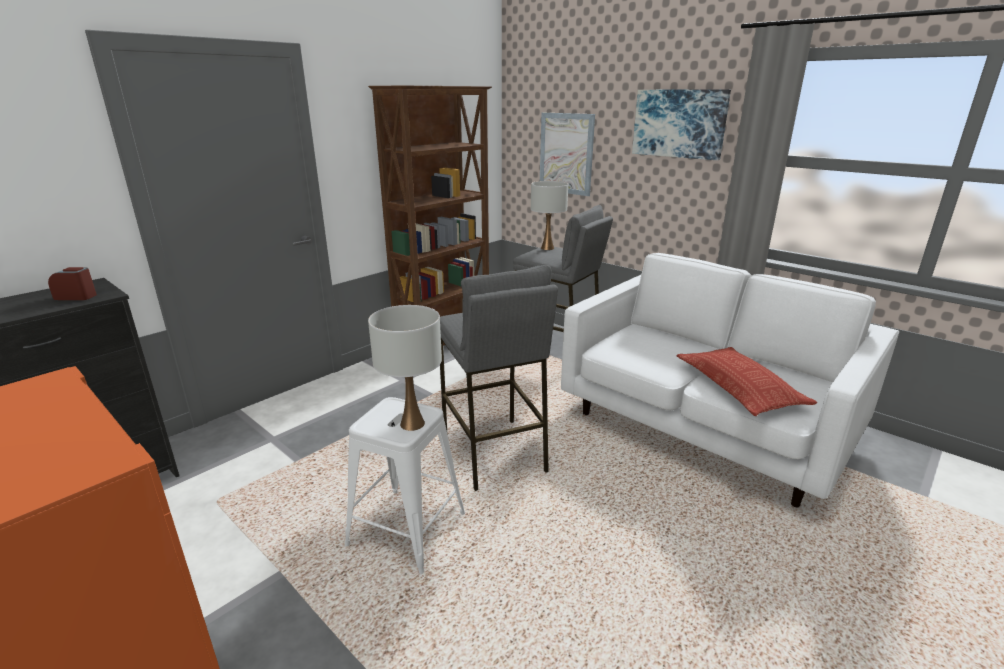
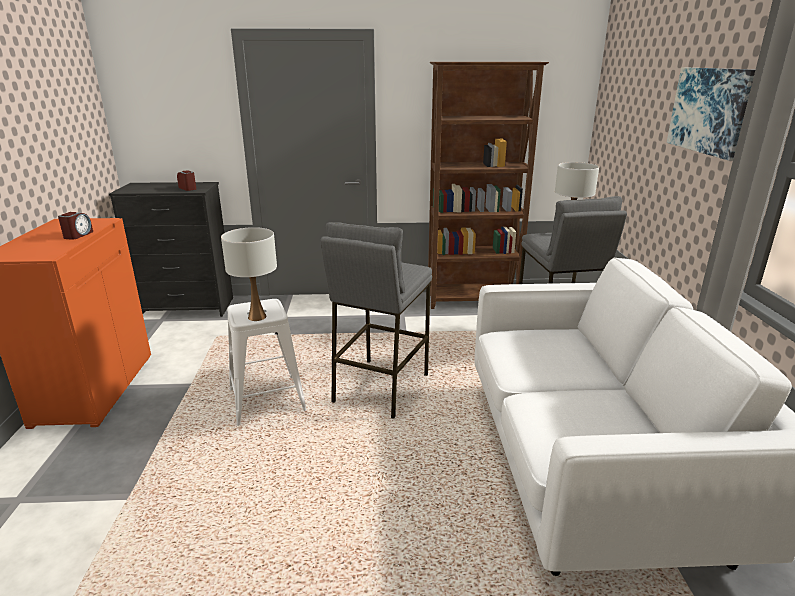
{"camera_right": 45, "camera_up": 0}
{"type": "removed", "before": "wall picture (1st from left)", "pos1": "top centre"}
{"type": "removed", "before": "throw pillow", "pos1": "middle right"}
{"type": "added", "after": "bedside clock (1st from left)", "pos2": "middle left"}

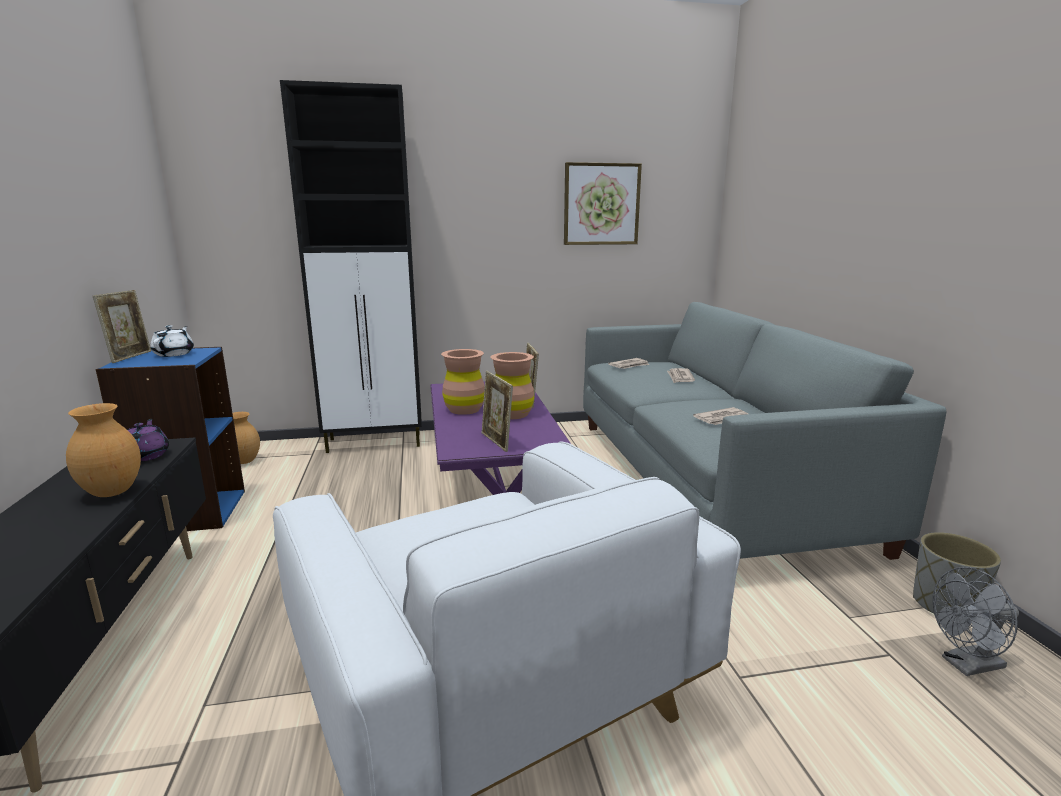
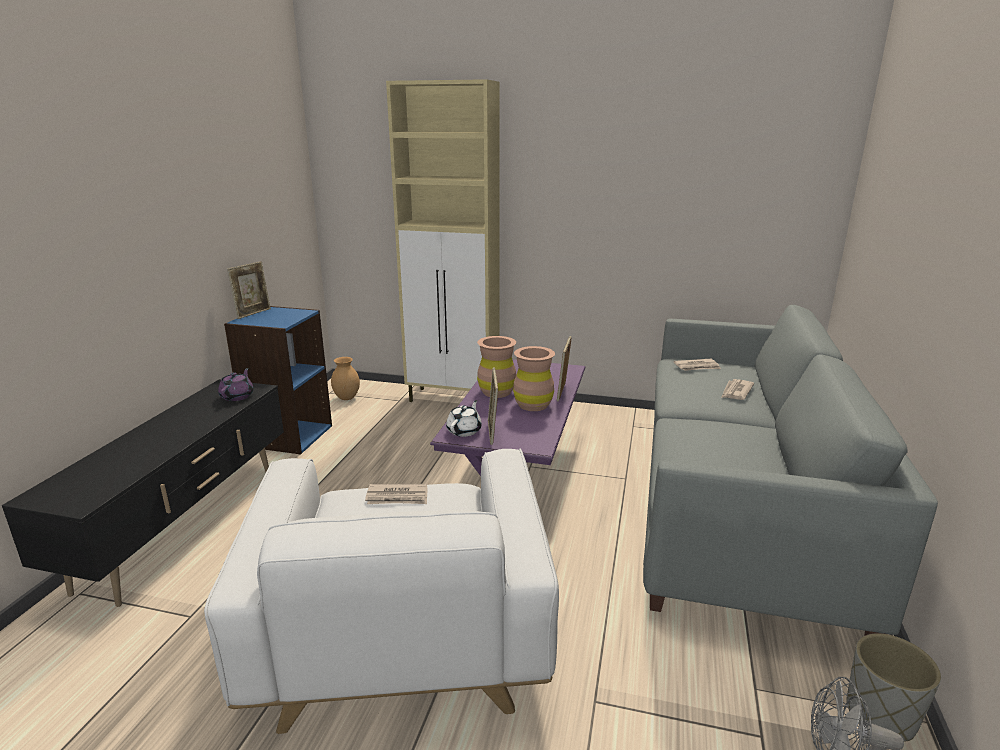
{"camera_right": 25, "camera_up": 5}
{"type": "recoloured", "before": "blackish storage cabinet", "after": "beige-coloured storage cabinet", "pos1": "middle left", "pos2": "top centre"}
{"type": "removed", "before": "wall picture", "pos1": "top centre"}
{"type": "moved", "before": "white-coloured tea pot", "pos1": "middle left", "pos2": "centre"}
{"type": "removed", "before": "brownish vase (1st from left)", "pos1": "middle left"}
{"type": "moved", "before": "printed paper (3rd from left in the first image)", "after": "printed paper (1st from left)", "pos1": "middle right", "pos2": "centre"}

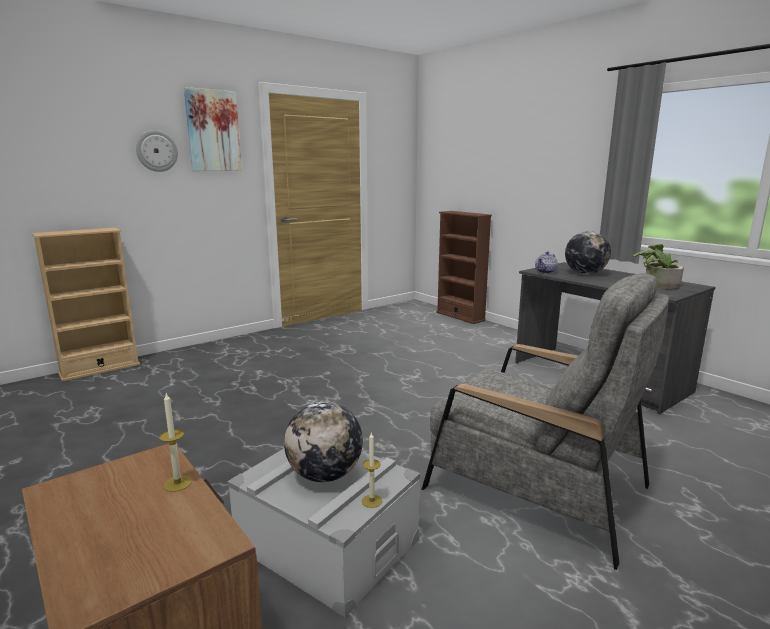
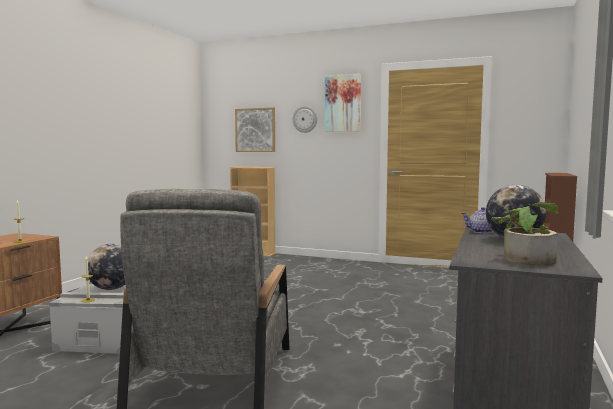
{"camera_right": 60, "camera_up": -10}
{"type": "added", "after": "wall picture (1st from left)", "pos2": "top centre"}

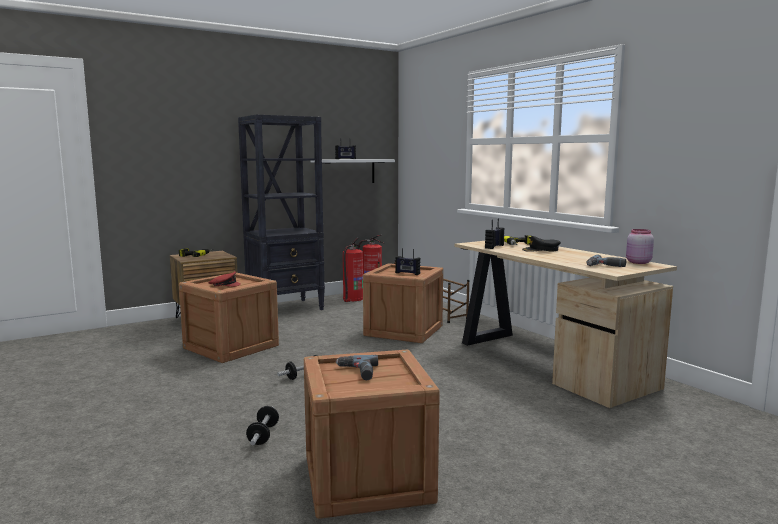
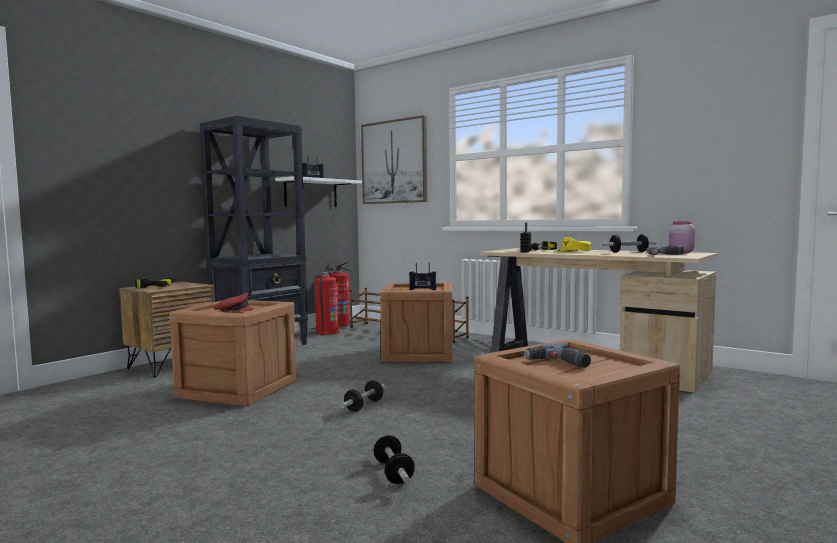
{"camera_right": -20, "camera_up": -5}
{"type": "recoloured", "before": "blackish cap", "after": "yellow cap", "pos1": "middle right", "pos2": "middle right"}
{"type": "added", "after": "wall picture", "pos2": "top centre"}
{"type": "added", "after": "hand weight (3rd from left)", "pos2": "middle right"}

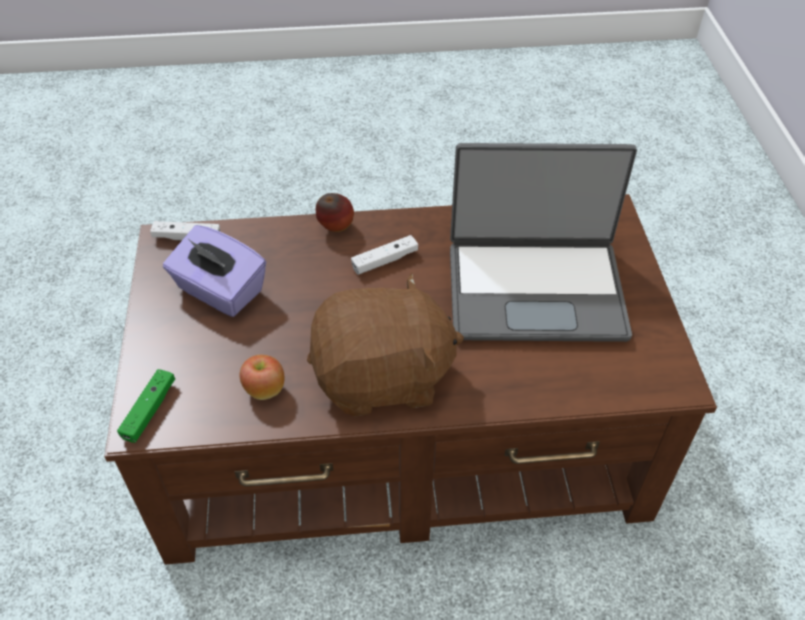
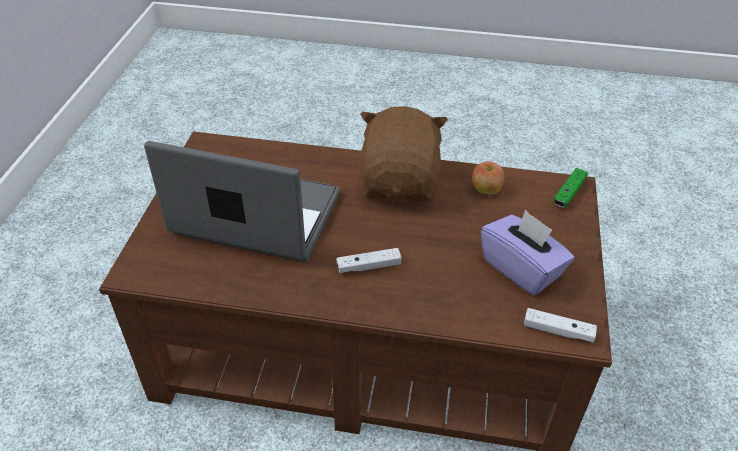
{"camera_right": -165, "camera_up": -5}
{"type": "removed", "before": "apple (2nd from left)", "pos1": "centre"}
{"type": "turned", "before": "brownish plush toy", "pos1": "centre", "pos2": "centre", "turn": 90}

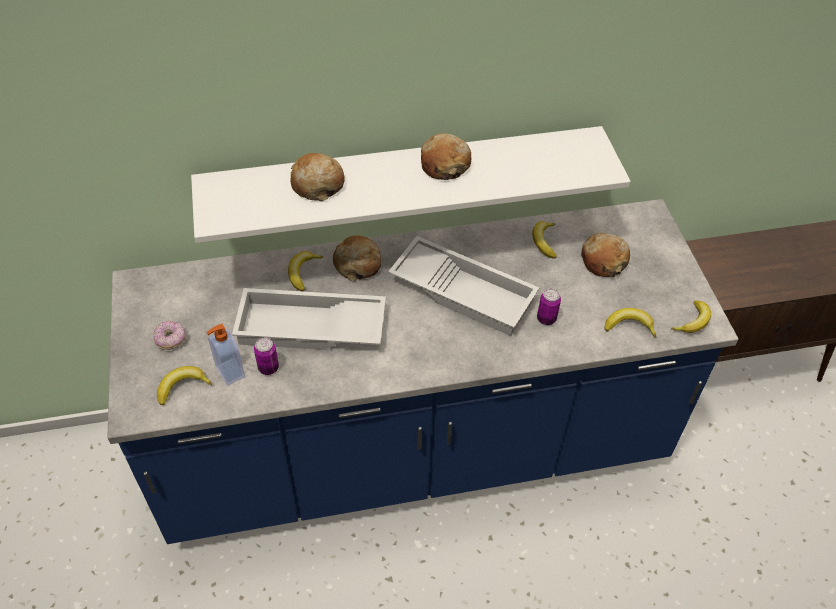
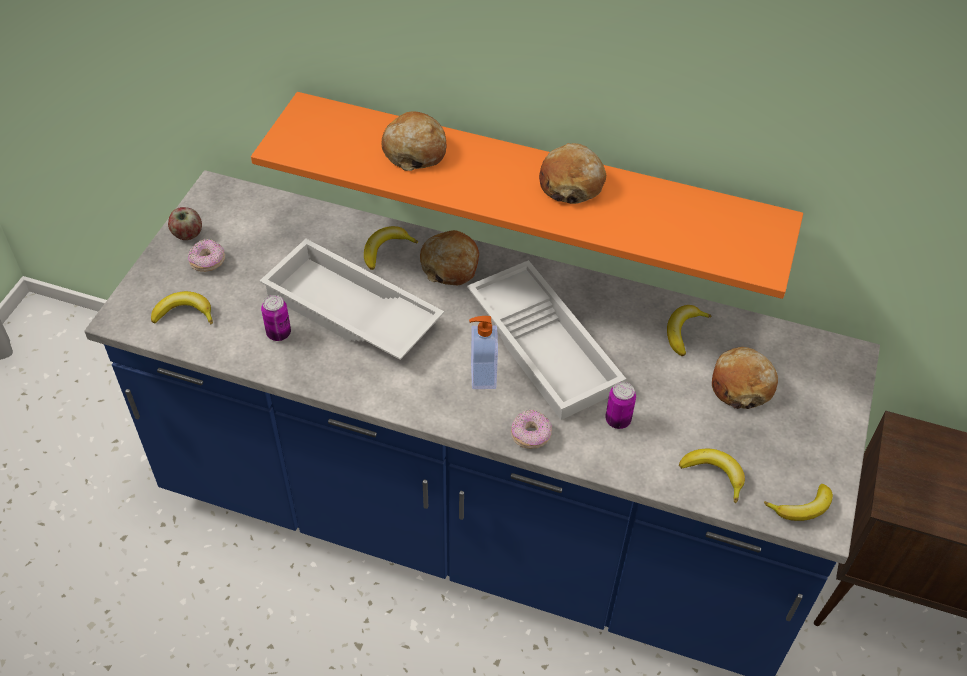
{"camera_right": 30, "camera_up": 0}
{"type": "recoloured", "before": "white-coloured wall shelf", "after": "orange wall shelf", "pos1": "top centre", "pos2": "top centre"}
{"type": "moved", "before": "soap bottle", "pos1": "middle left", "pos2": "centre"}
{"type": "added", "after": "apple", "pos2": "top left"}
{"type": "added", "after": "ring doughnut (2nd from left)", "pos2": "centre"}

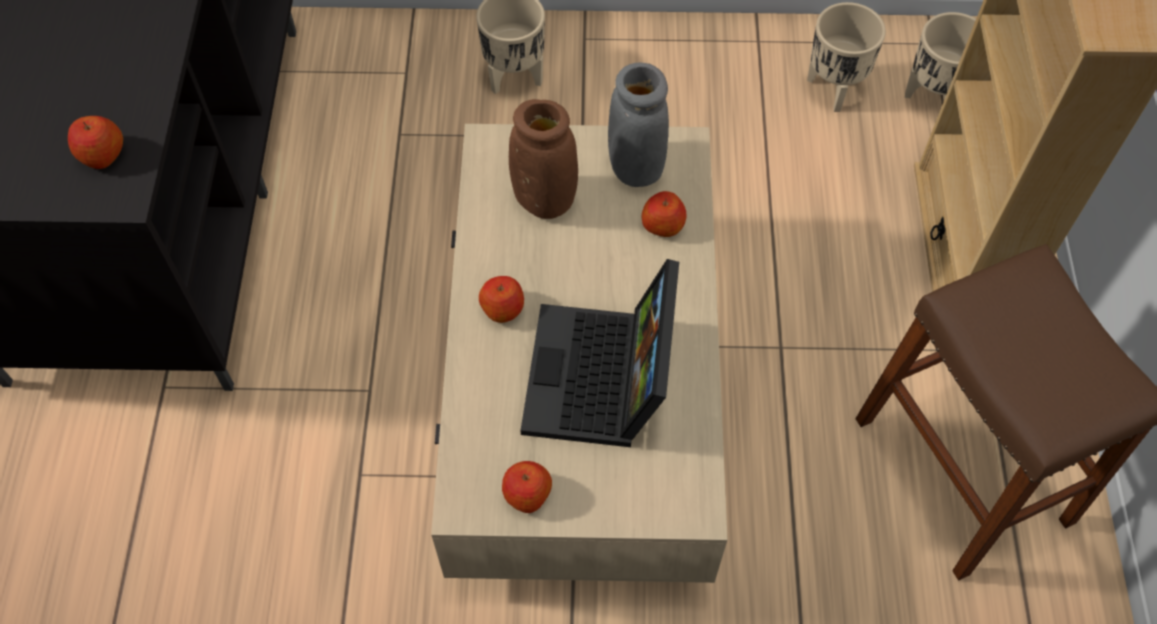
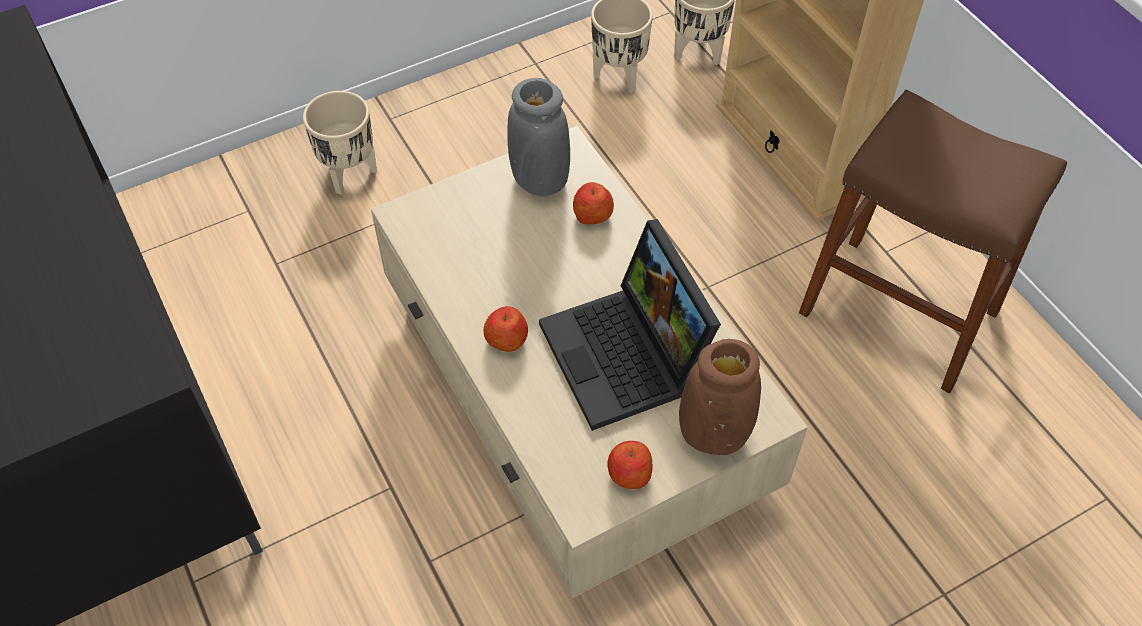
{"camera_right": -30, "camera_up": -5}
{"type": "moved", "before": "brownish vase", "pos1": "top centre", "pos2": "centre"}
{"type": "removed", "before": "apple (1st from left)", "pos1": "top left"}

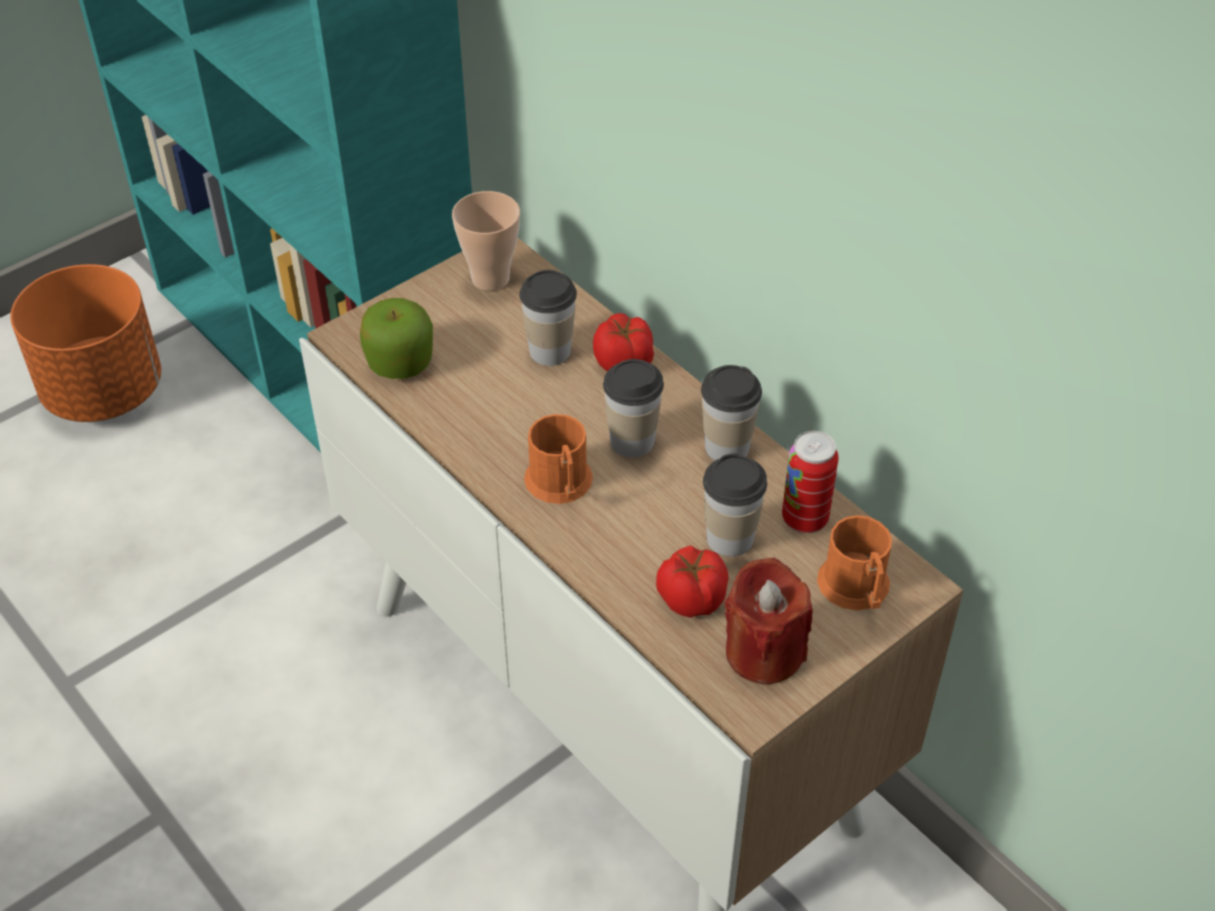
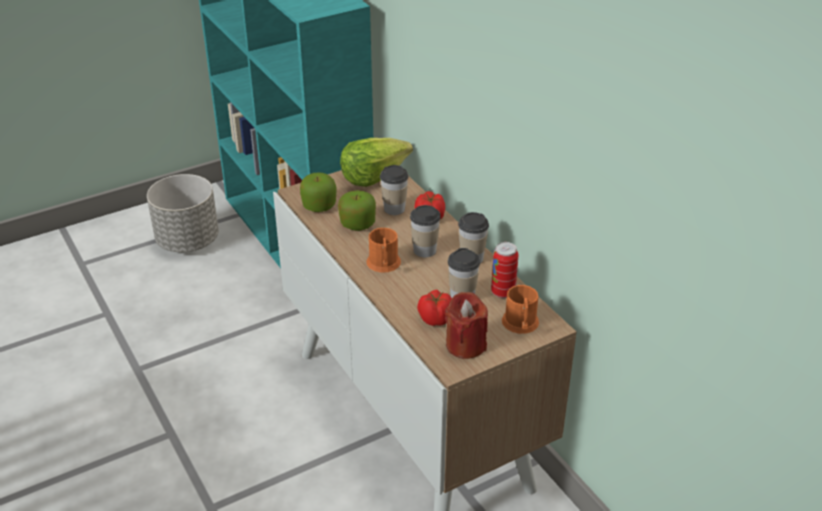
{"camera_right": 10, "camera_up": -10}
{"type": "replaced", "before": "drinking cup (1st from left)", "after": "head of lettuce", "pos1": "top centre", "pos2": "top centre"}
{"type": "recoloured", "before": "orange planter", "after": "grey planter", "pos1": "middle left", "pos2": "middle left"}
{"type": "added", "after": "apple (2nd from left)", "pos2": "centre"}

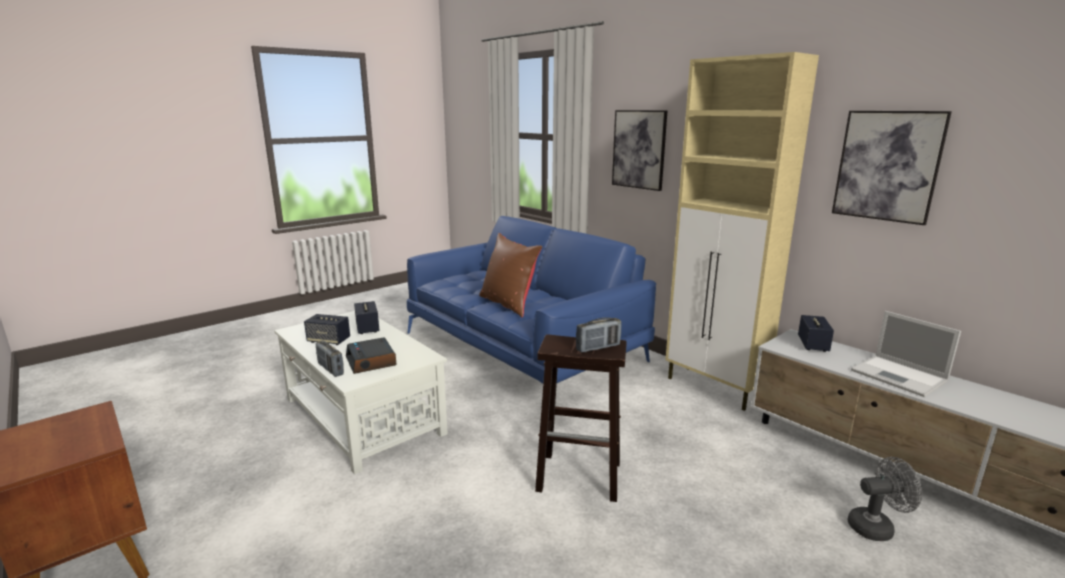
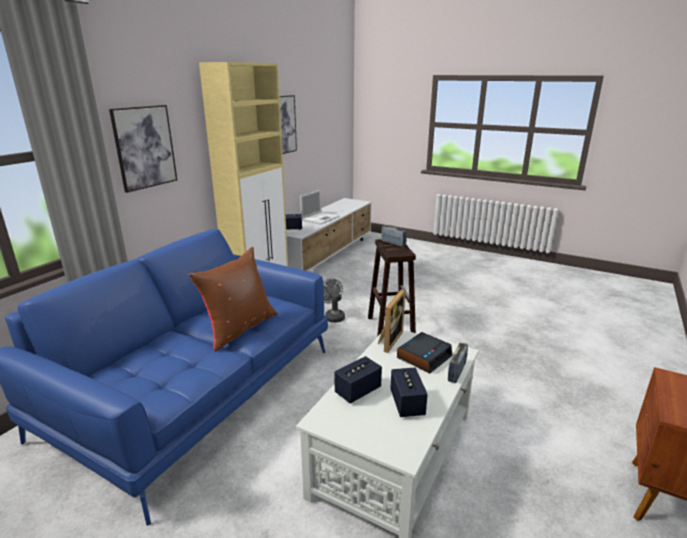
{"camera_right": -110, "camera_up": 5}
{"type": "moved", "before": "grey electric fan", "pos1": "bottom right", "pos2": "centre"}
{"type": "added", "after": "photo frame", "pos2": "centre"}

